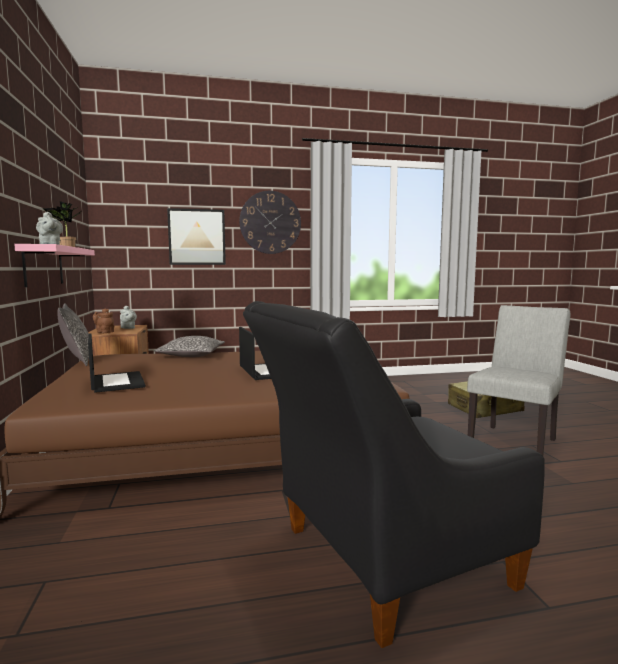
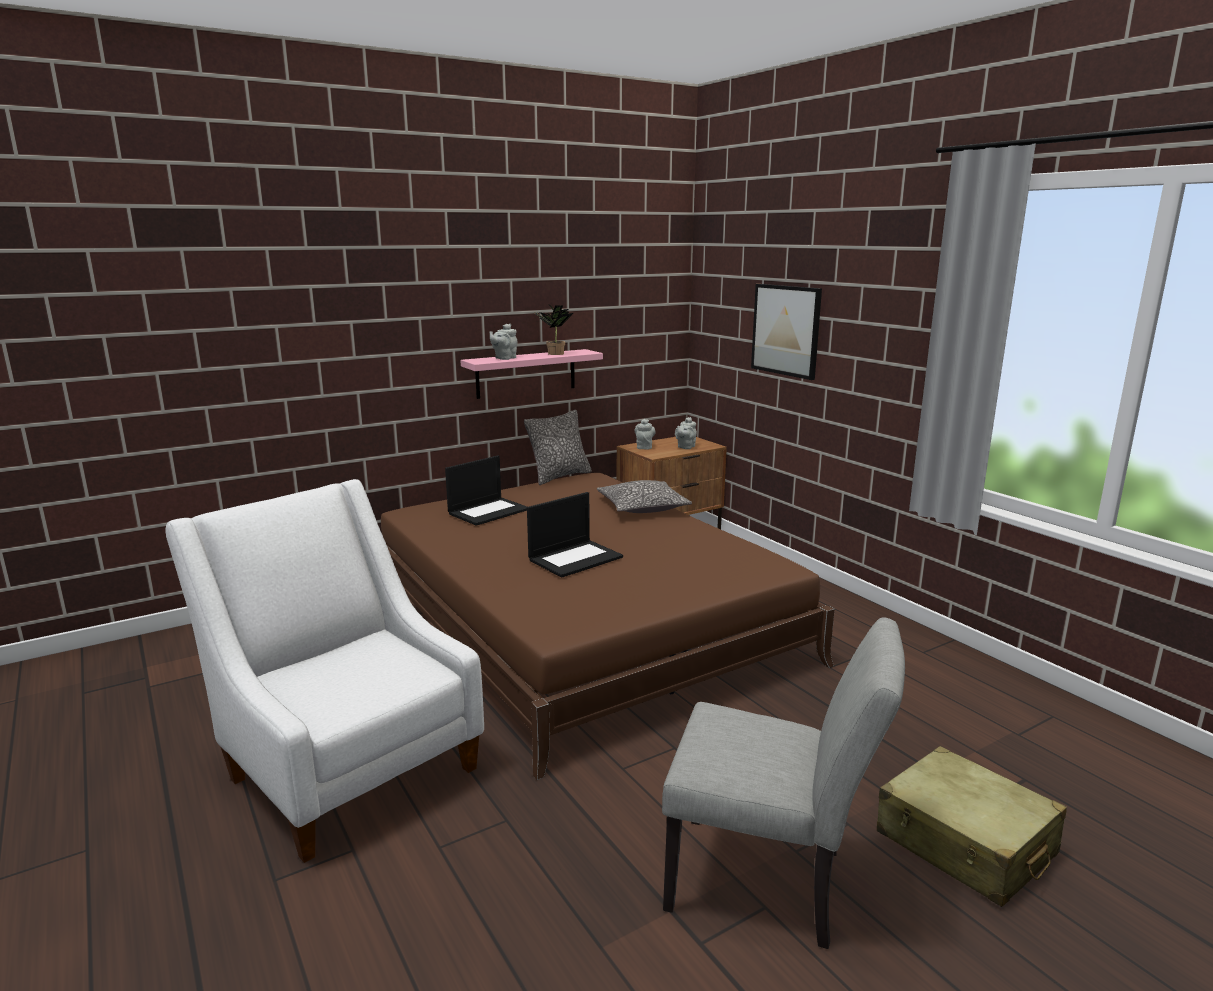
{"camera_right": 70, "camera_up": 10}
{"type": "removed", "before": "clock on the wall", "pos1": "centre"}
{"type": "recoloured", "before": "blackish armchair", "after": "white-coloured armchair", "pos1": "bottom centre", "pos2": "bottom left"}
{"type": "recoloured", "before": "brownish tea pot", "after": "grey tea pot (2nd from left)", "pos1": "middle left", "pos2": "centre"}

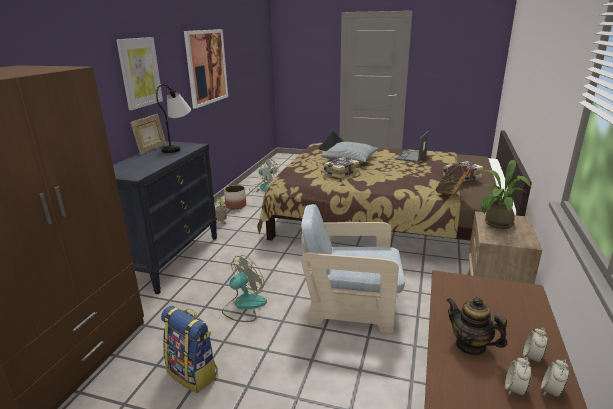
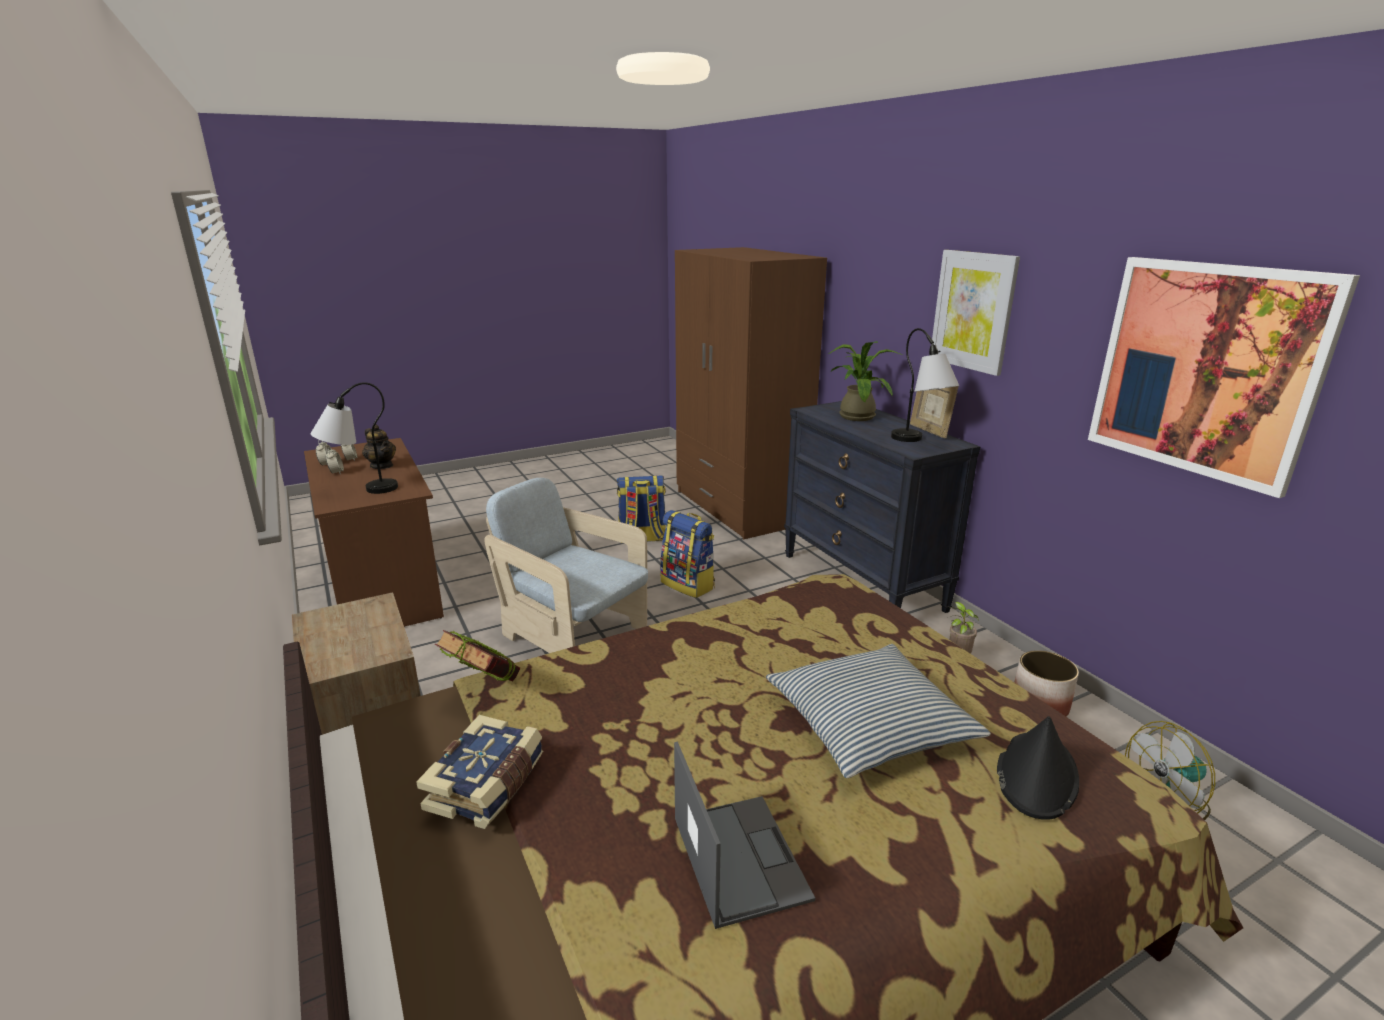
{"camera_right": 135, "camera_up": 0}
{"type": "removed", "before": "book (1st from left)", "pos1": "centre"}
{"type": "moved", "before": "houseplant (2nd from left in the first image)", "after": "houseplant (1st from left)", "pos1": "middle right", "pos2": "centre"}
{"type": "turned", "before": "beige-coloured armchair", "pos1": "centre", "pos2": "centre", "turn": -105}
{"type": "replaced", "before": "electric fan (1st from left)", "after": "backpack (2nd from left)", "pos1": "bottom centre", "pos2": "centre"}
{"type": "turned", "before": "tea pot", "pos1": "bottom right", "pos2": "middle left", "turn": 45}
{"type": "added", "after": "tabletop lamp (1st from left)", "pos2": "middle left"}

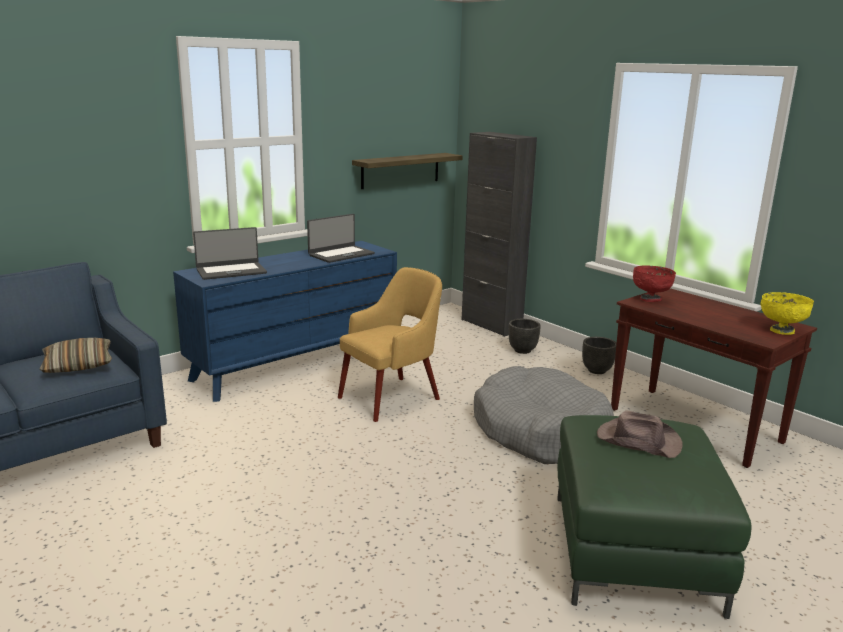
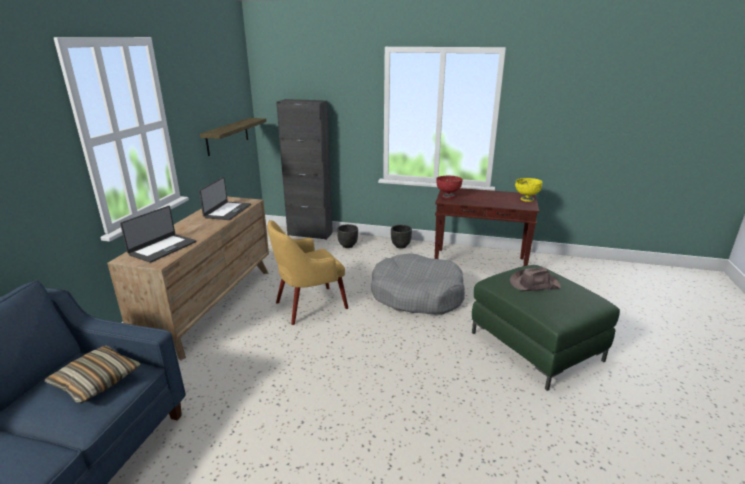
{"camera_right": -35, "camera_up": 5}
{"type": "recoloured", "before": "blue drawer chest", "after": "brownish drawer chest", "pos1": "centre", "pos2": "middle left"}
{"type": "turned", "before": "yellow armchair", "pos1": "centre", "pos2": "centre", "turn": -135}

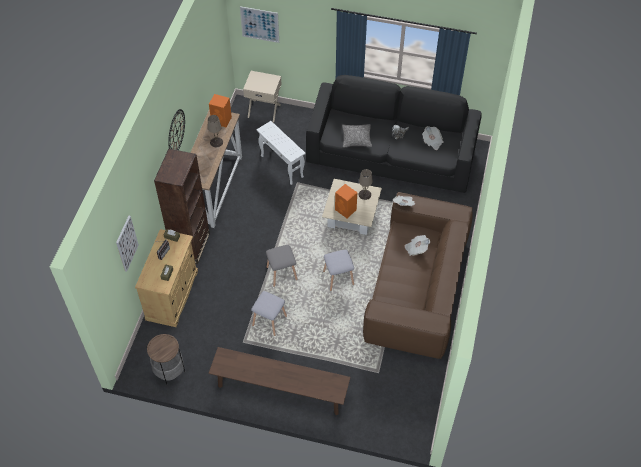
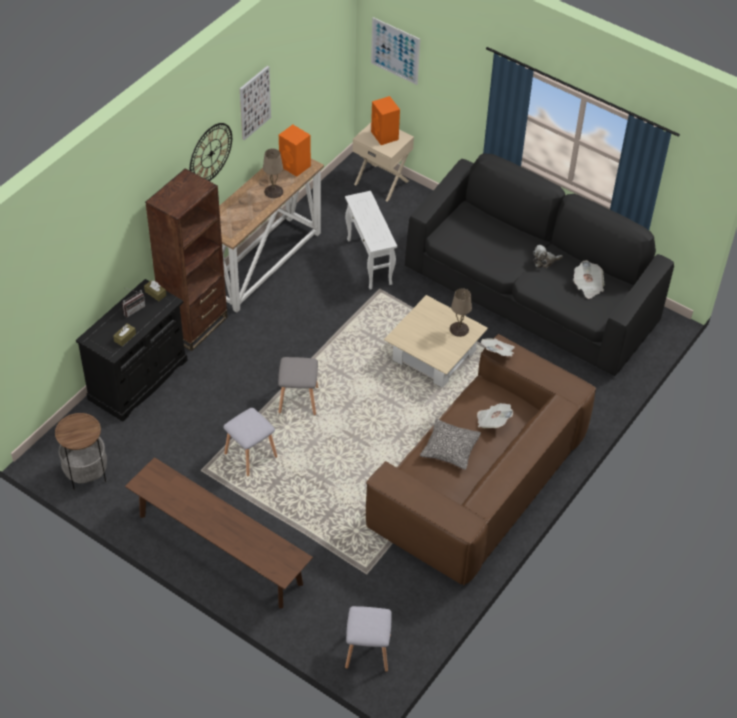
{"camera_right": 20, "camera_up": -5}
{"type": "moved", "before": "throw pillow", "pos1": "top centre", "pos2": "centre"}
{"type": "moved", "before": "orange audio speaker (2nd from left)", "pos1": "centre", "pos2": "top centre"}
{"type": "moved", "before": "wall picture (1st from left)", "pos1": "middle left", "pos2": "top centre"}
{"type": "recoloured", "before": "beige-coloured storage cabinet", "after": "blackish storage cabinet", "pos1": "middle left", "pos2": "middle left"}
{"type": "moved", "before": "grey stool seat (3rd from left)", "pos1": "centre", "pos2": "bottom centre"}

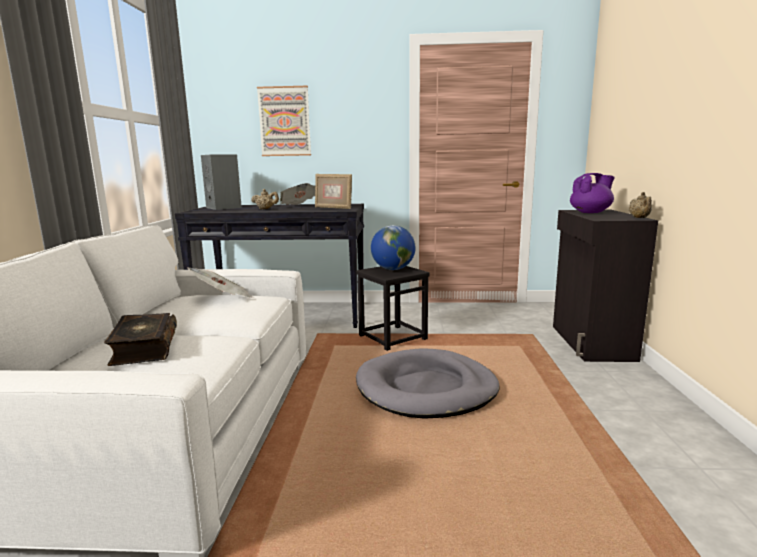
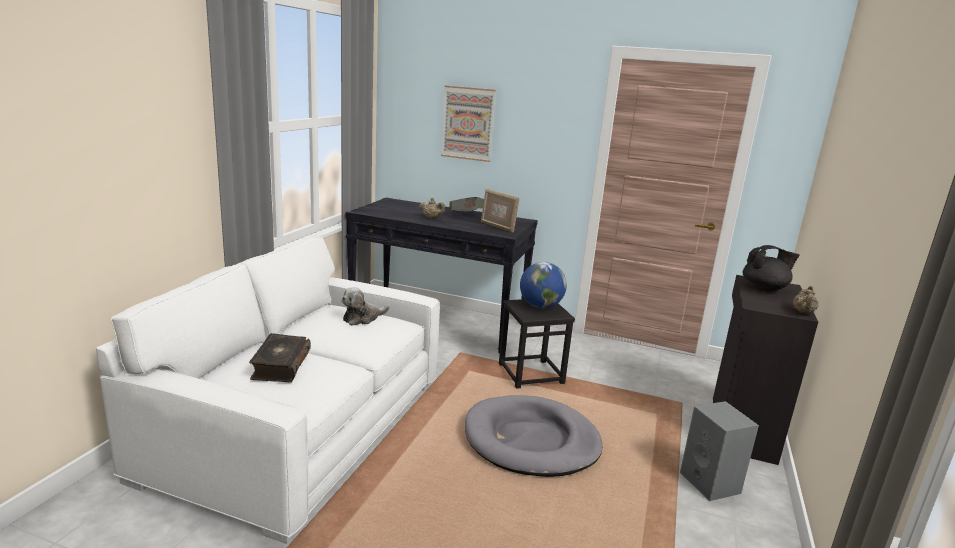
{"camera_right": 15, "camera_up": 5}
{"type": "moved", "before": "grey audio speaker", "pos1": "top left", "pos2": "bottom right"}
{"type": "recoloured", "before": "purple tea pot", "after": "blackish tea pot", "pos1": "middle right", "pos2": "middle right"}
{"type": "replaced", "before": "printed paper (1st from left)", "after": "plush toy", "pos1": "middle left", "pos2": "centre"}

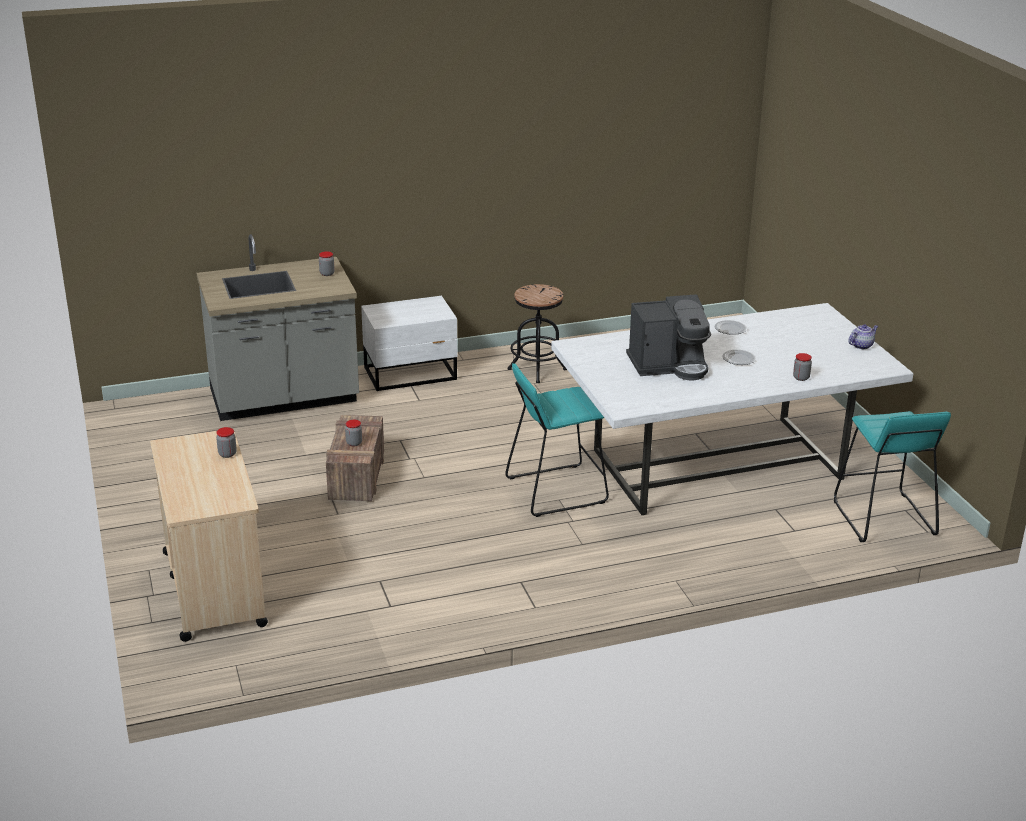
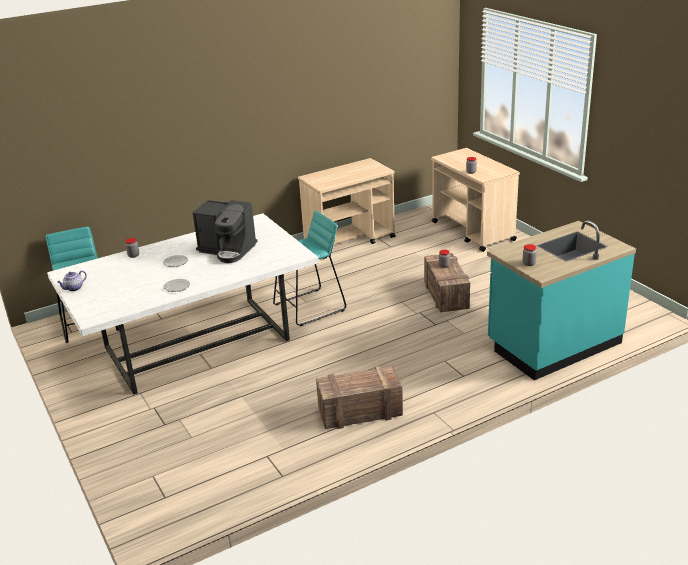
{"camera_right": 170, "camera_up": 0}
{"type": "recoloured", "before": "grey kitchen counter", "after": "blue-green kitchen counter", "pos1": "middle left", "pos2": "middle right"}
{"type": "replaced", "before": "blackish stool seat", "after": "shipping crate (1st from left)", "pos1": "centre", "pos2": "bottom centre"}
{"type": "turned", "before": "coffee machine", "pos1": "centre", "pos2": "middle left", "turn": -135}
{"type": "removed", "before": "white-coloured nightstand", "pos1": "centre"}
{"type": "added", "after": "beige-coloured wheeled cart (1st from left)", "pos2": "centre"}

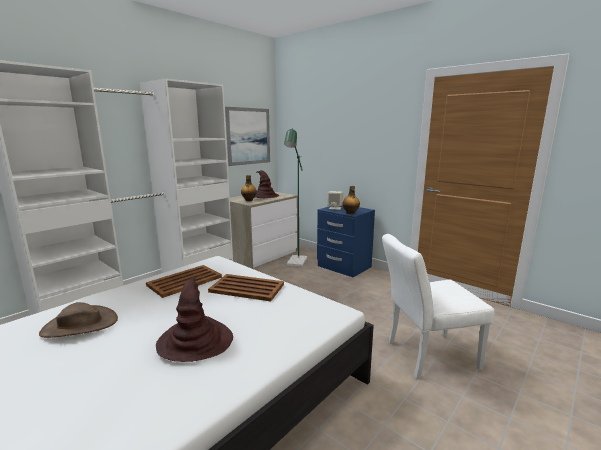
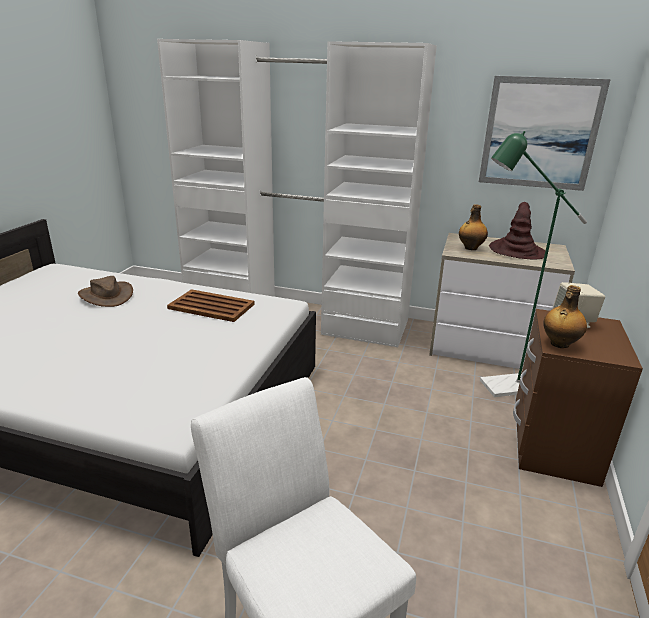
{"camera_right": 65, "camera_up": 10}
{"type": "recoloured", "before": "blue nightstand", "after": "brownish nightstand", "pos1": "centre", "pos2": "middle right"}
{"type": "removed", "before": "brownish serving tray (2nd from left)", "pos1": "centre"}
{"type": "removed", "before": "brownish hat (2nd from left)", "pos1": "bottom left"}

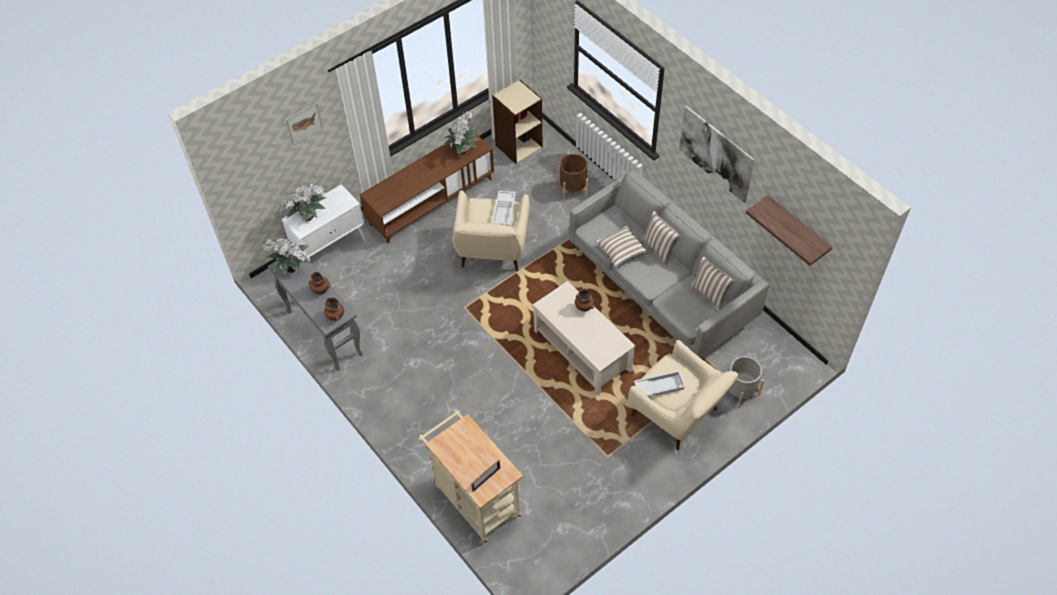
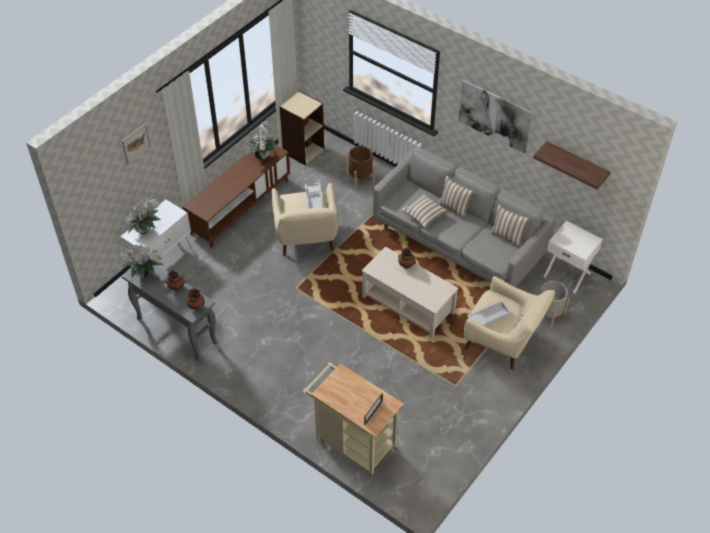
{"camera_right": -15, "camera_up": -5}
{"type": "added", "after": "white-coloured nightstand", "pos2": "middle right"}

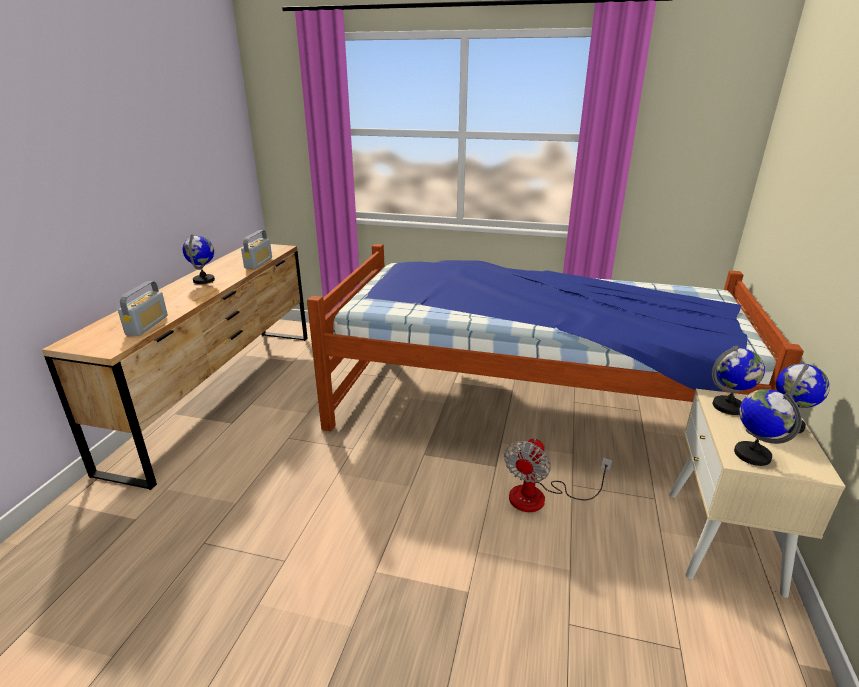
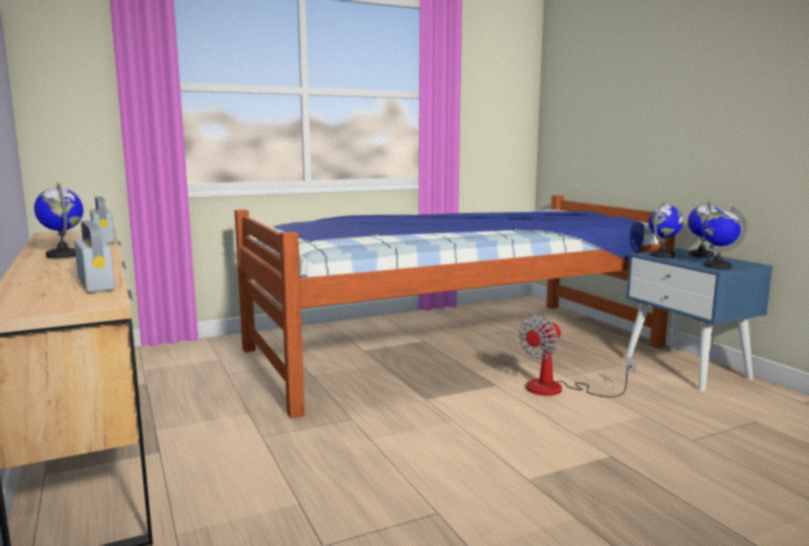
{"camera_right": -40, "camera_up": -15}
{"type": "recoloured", "before": "beige-coloured nightstand", "after": "blue nightstand", "pos1": "bottom right", "pos2": "middle right"}
{"type": "turned", "before": "electric fan", "pos1": "bottom centre", "pos2": "middle right", "turn": 60}

